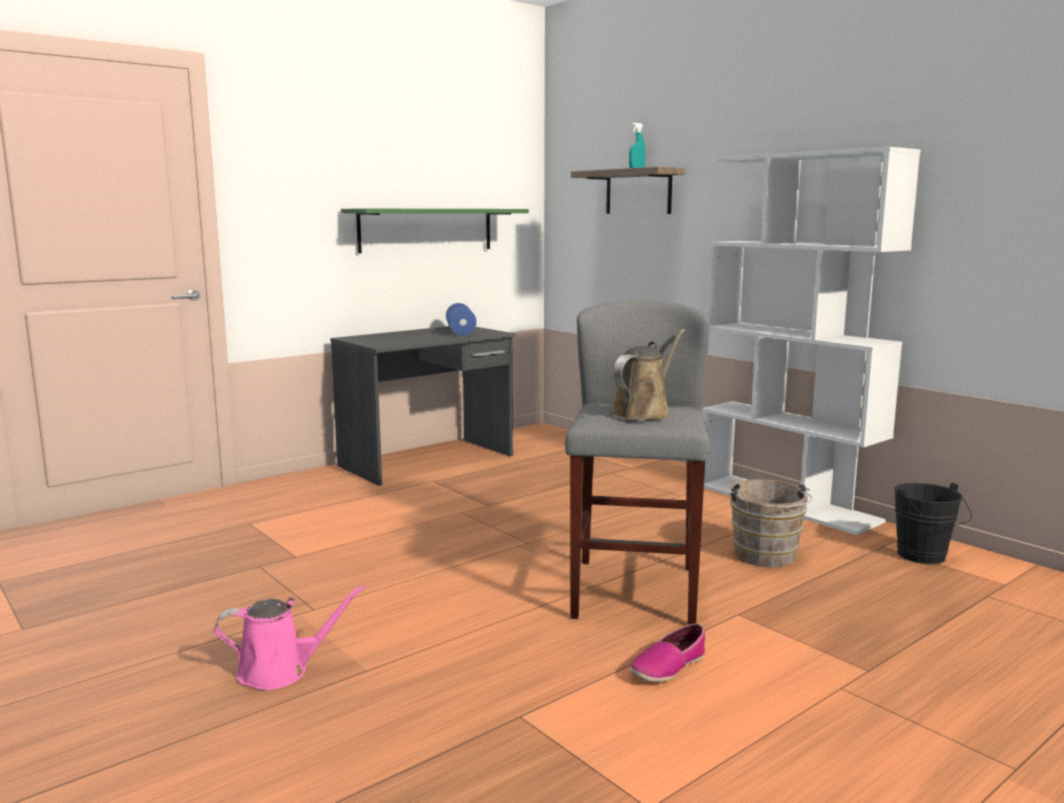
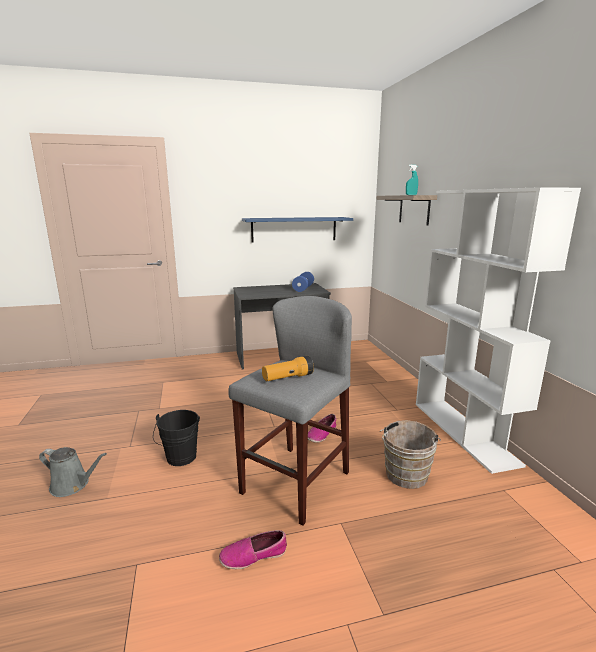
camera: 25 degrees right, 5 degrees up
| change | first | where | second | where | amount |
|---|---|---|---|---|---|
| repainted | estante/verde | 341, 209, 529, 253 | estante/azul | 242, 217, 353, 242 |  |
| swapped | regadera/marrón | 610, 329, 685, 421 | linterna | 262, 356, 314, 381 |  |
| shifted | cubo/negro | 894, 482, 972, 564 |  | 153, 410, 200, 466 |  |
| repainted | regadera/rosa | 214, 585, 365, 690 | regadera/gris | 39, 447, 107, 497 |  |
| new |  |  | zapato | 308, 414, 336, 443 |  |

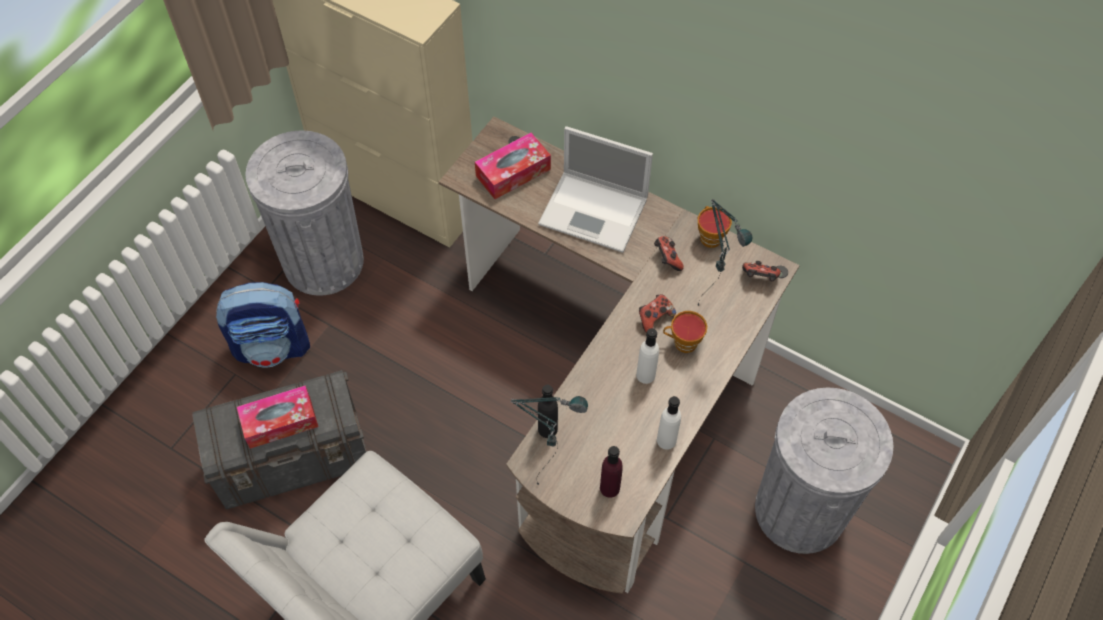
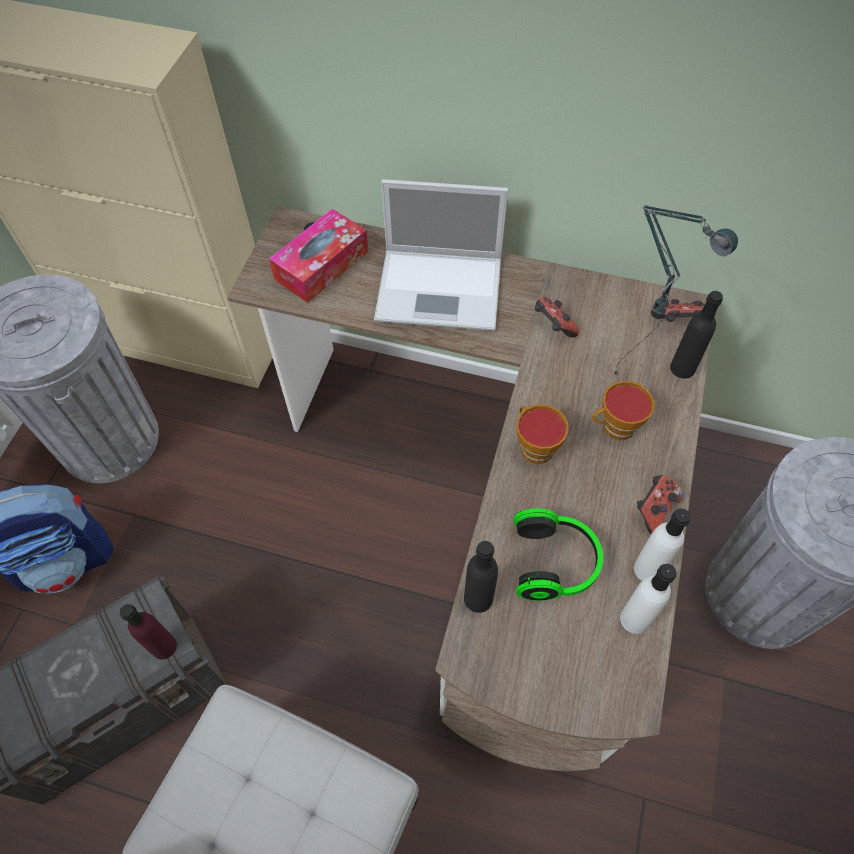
camera: 15 degrees left, 0 degrees up
| change | first | where | second | where | amount |
|---|---|---|---|---|---|
| shifted | taza | 698, 206, 732, 248 |  | 517, 404, 568, 464 |  |
| shifted | mando de consola | 639, 294, 676, 333 |  | 637, 475, 684, 534 |  |
| shifted | botella/blanco | 636, 328, 659, 384 |  | 620, 564, 677, 634 |  |
| gone | caja de pañuelos | 237, 385, 318, 449 |  |  |  |
| gone | lámpara de mesa | 511, 396, 588, 484 |  |  |  |
| shifted | botella/morado | 600, 446, 623, 498 |  | 120, 604, 177, 659 |  |
| new |  |  | botella/negro | 670, 291, 723, 379 |  |
| new |  |  | auriculares | 514, 508, 603, 601 |  |

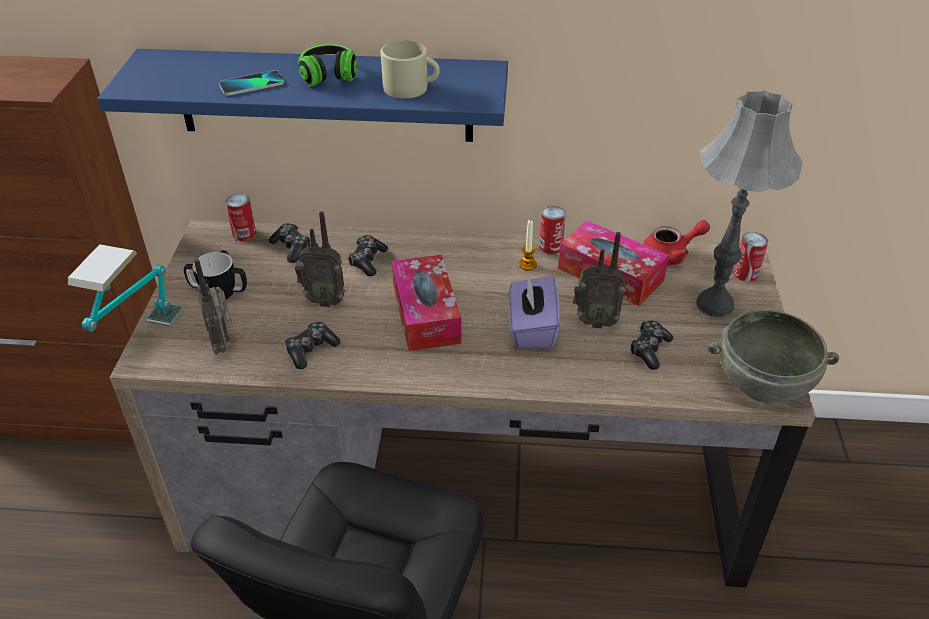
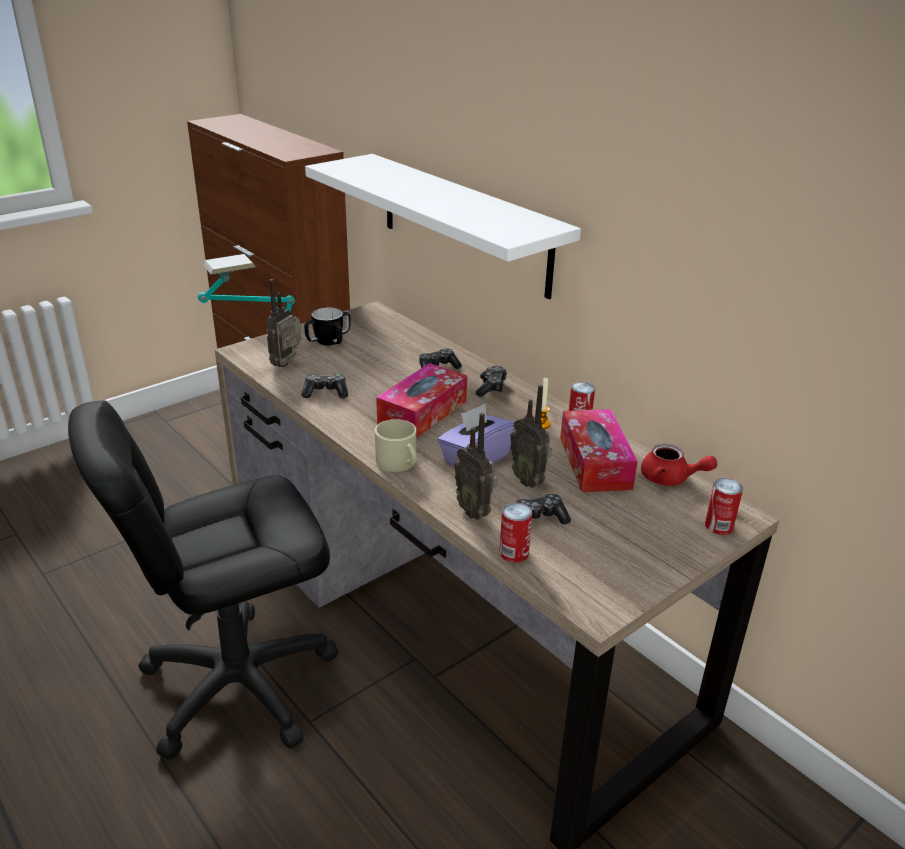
camera: 45 degrees right, 10 degrees down
| change | first | where | second | where | amount |
|---|---|---|---|---|---|
| shifted | taza grande/beis | 381, 40, 440, 99 |  | 375, 419, 417, 472 |  |
| gone | auriculares | 298, 44, 358, 87 |  |  |  |
| repainted | estante/azul | 97, 49, 508, 142 | estante/blanco | 305, 154, 581, 299 |  |
| gone | móvil | 219, 70, 284, 96 |  |  |  |
| gone | lámpara de mesa/gris | 696, 90, 803, 318 |  |  |  |
| shifted | lata | 225, 194, 256, 241 |  | 499, 503, 532, 563 |  |
| shifted | radio | 295, 211, 345, 307 |  | 455, 413, 497, 520 |  |
| shifted | mando de consola | 269, 223, 311, 263 |  | 476, 366, 507, 397 |  |
| gone | cuenco/gris | 708, 310, 839, 403 |  |  |  |

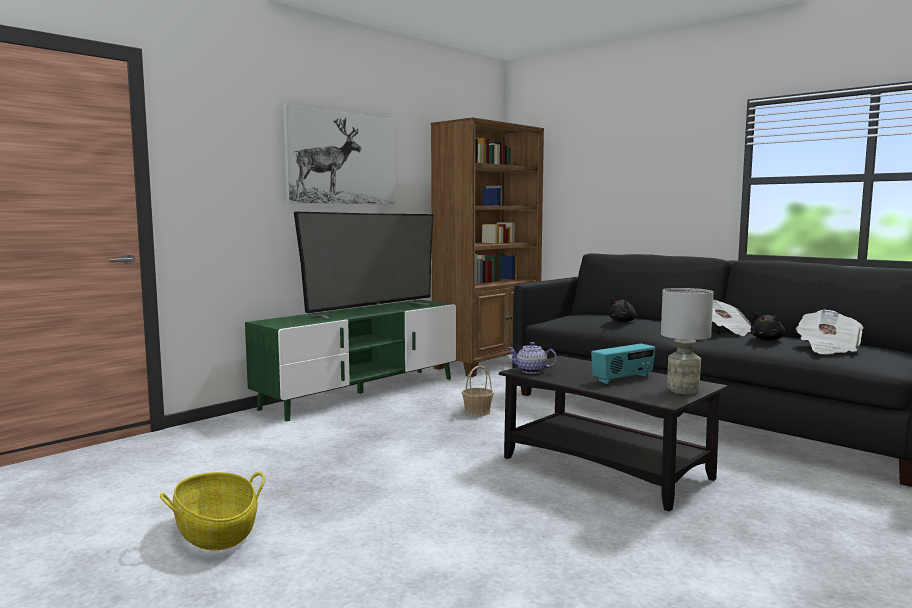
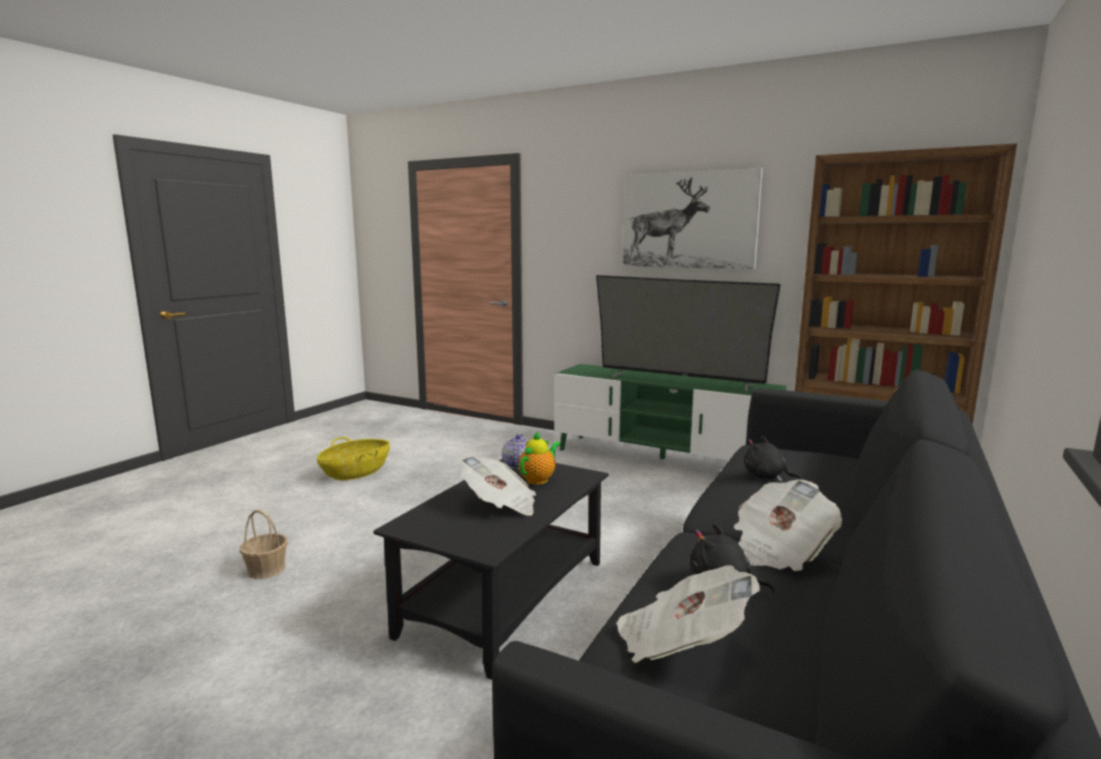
camera: 75 degrees right, 5 degrees up
| change | first | where | second | where | amount |
|---|---|---|---|---|---|
| gone | lámpara de mesa/gris | 661, 288, 713, 394 |  |  |  |
| swapped | radio | 591, 344, 655, 384 | periódico | 460, 456, 536, 516 |  |
| shifted | cesta | 462, 366, 494, 416 |  | 240, 510, 288, 579 |  |
| new |  |  | tetera | 519, 431, 561, 485 |  |

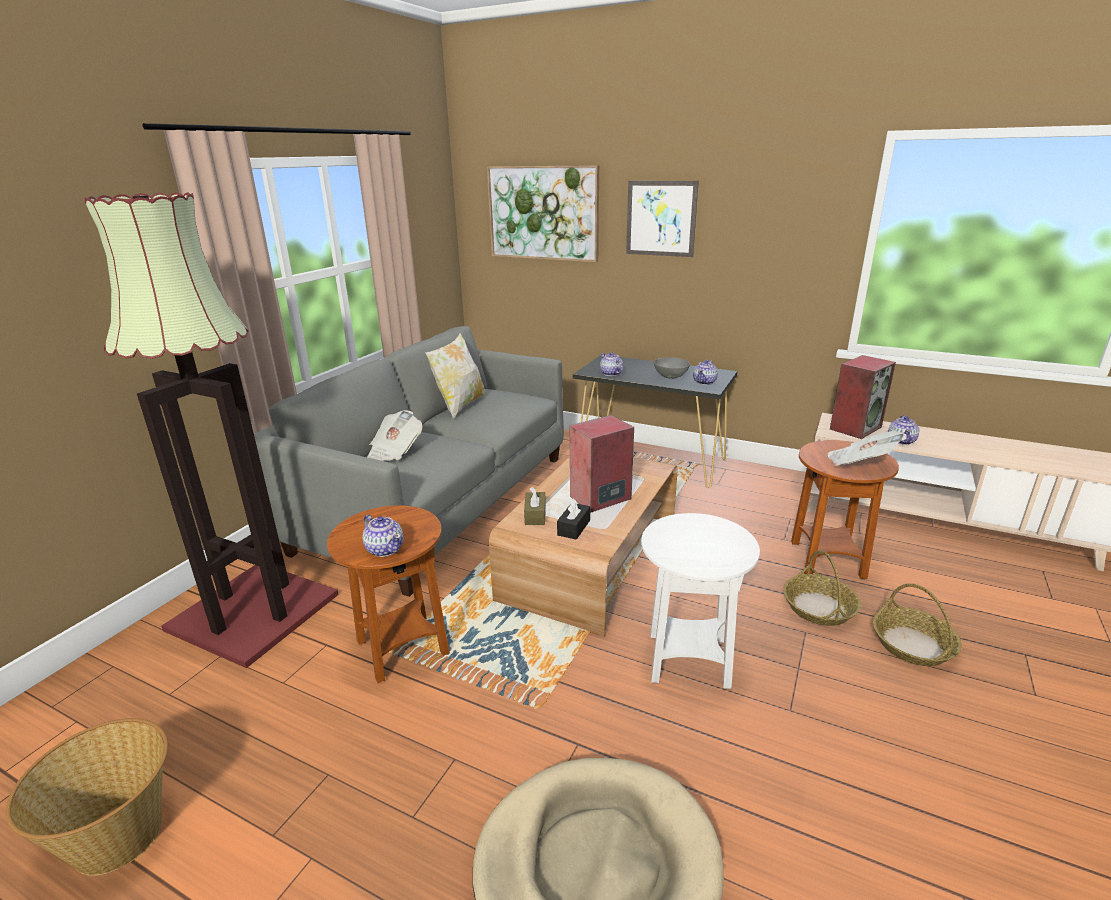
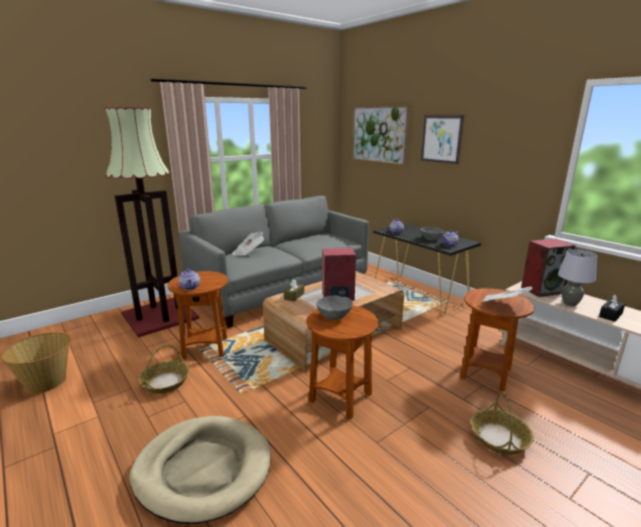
camera: 25 degrees right, 5 degrees down
| change | first | where | second | where | amount |
|---|---|---|---|---|---|
| gone | cojín | 425, 333, 486, 419 |  |  |  |
| swapped | tetera | 888, 415, 919, 445 | lámpara de mesa/gris | 558, 249, 597, 306 |  |
| shifted | caja de pañuelos/negro | 557, 498, 590, 540 |  | 599, 295, 625, 322 |  |
| repainted | mesa auxiliar/blanco | 641, 513, 760, 689 | mesa auxiliar/marrón | 307, 306, 378, 419 |  |
| shifted | cesta | 783, 550, 861, 626 |  | 138, 344, 189, 394 |  |
| new |  |  | cuenco/gris | 316, 296, 353, 320 |  |

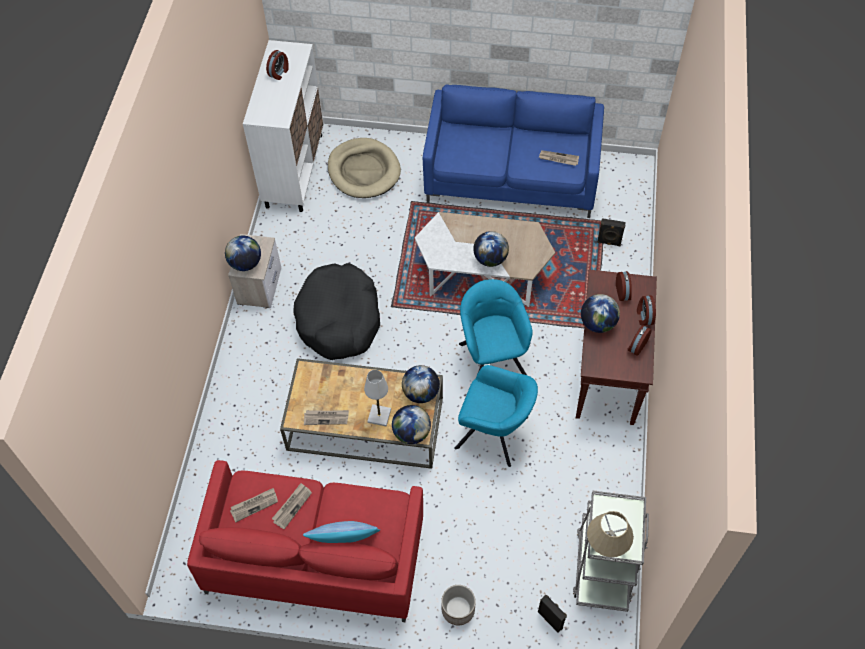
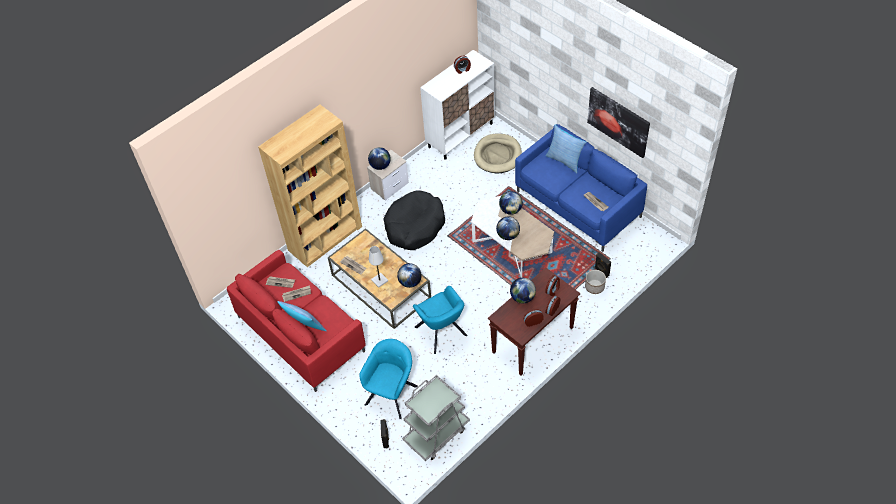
camera: 40 degrees right, 5 degrees down
| change | first | where | second | where | amount |
|---|---|---|---|---|---|
| shifted | sillón/turquesa | 459, 279, 533, 375 |  | 359, 339, 418, 419 |  |
| shifted | globo terráqueo | 392, 405, 431, 444 |  | 499, 191, 523, 215 |  |
| gone | lámpara de mesa/beis | 587, 511, 634, 557 |  |  |  |
| shifted | maceta | 441, 585, 476, 625 |  | 585, 270, 606, 294 |  |
| new |  |  | cuadro | 587, 87, 650, 158 |  |
| new |  |  | estantería/marrón | 258, 105, 362, 267 |  |
| new |  |  | cojín | 545, 125, 586, 173 |  |

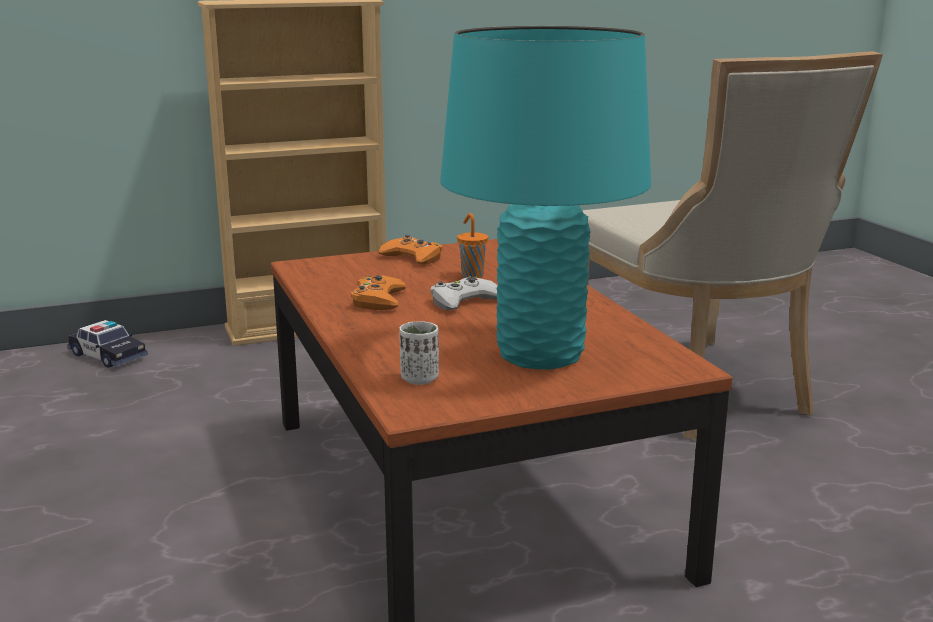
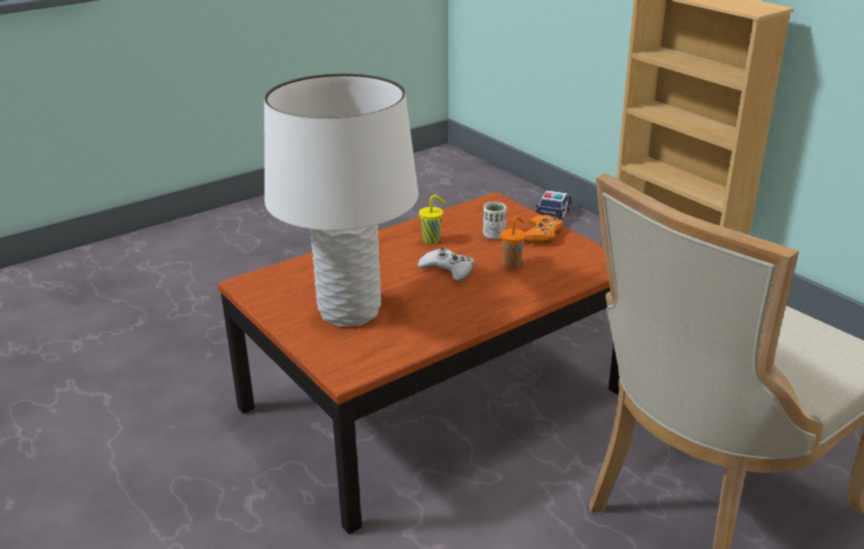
camera: 75 degrees right, 10 degrees up
| change | first | where | second | where | amount |
|---|---|---|---|---|---|
| repainted | lámpara de mesa/turquesa | 440, 26, 651, 369 | lámpara de mesa/blanco | 264, 73, 419, 327 |  |
| swapped | mando de consola/naranja | 350, 275, 406, 310 | taza/amarillo | 419, 195, 446, 244 |  |
| shifted | taza/blanco | 399, 321, 439, 385 |  | 483, 202, 506, 240 |  |

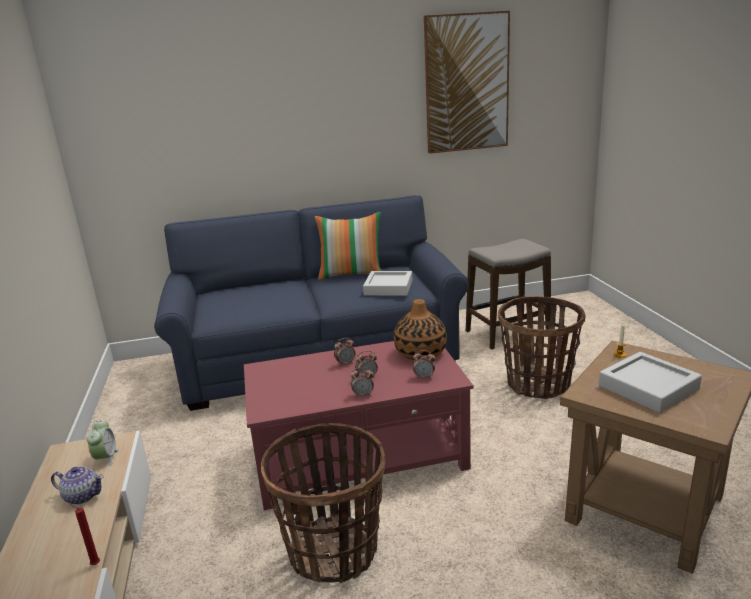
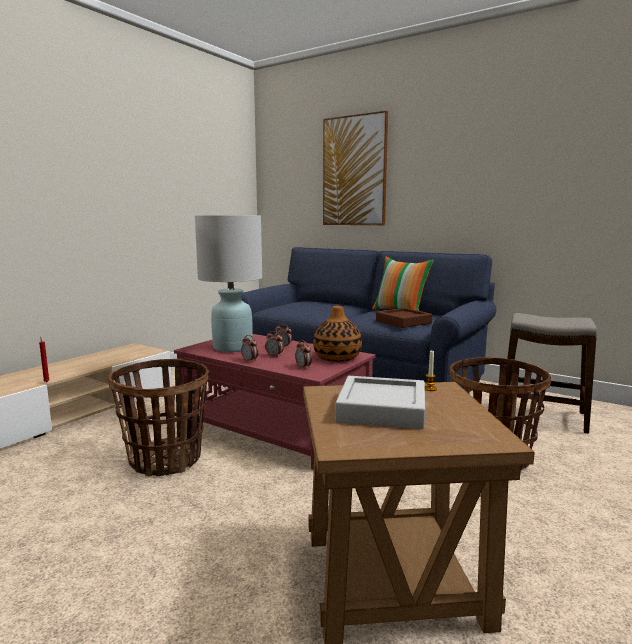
camera: 45 degrees right, 10 degrees down
| change | first | where | second | where | amount |
|---|---|---|---|---|---|
| shifted | cuadro | 424, 11, 510, 154 |  | 323, 111, 388, 225 |  |
| repainted | bandeja/gris | 363, 271, 412, 296 | bandeja/marrón | 376, 308, 432, 328 |  |
| gone | despertador | 87, 420, 119, 467 |  |  |  |
| gone | tetera | 51, 466, 104, 505 |  |  |  |
| new |  |  | lámpara de mesa/blanco | 195, 215, 262, 352 |  |

